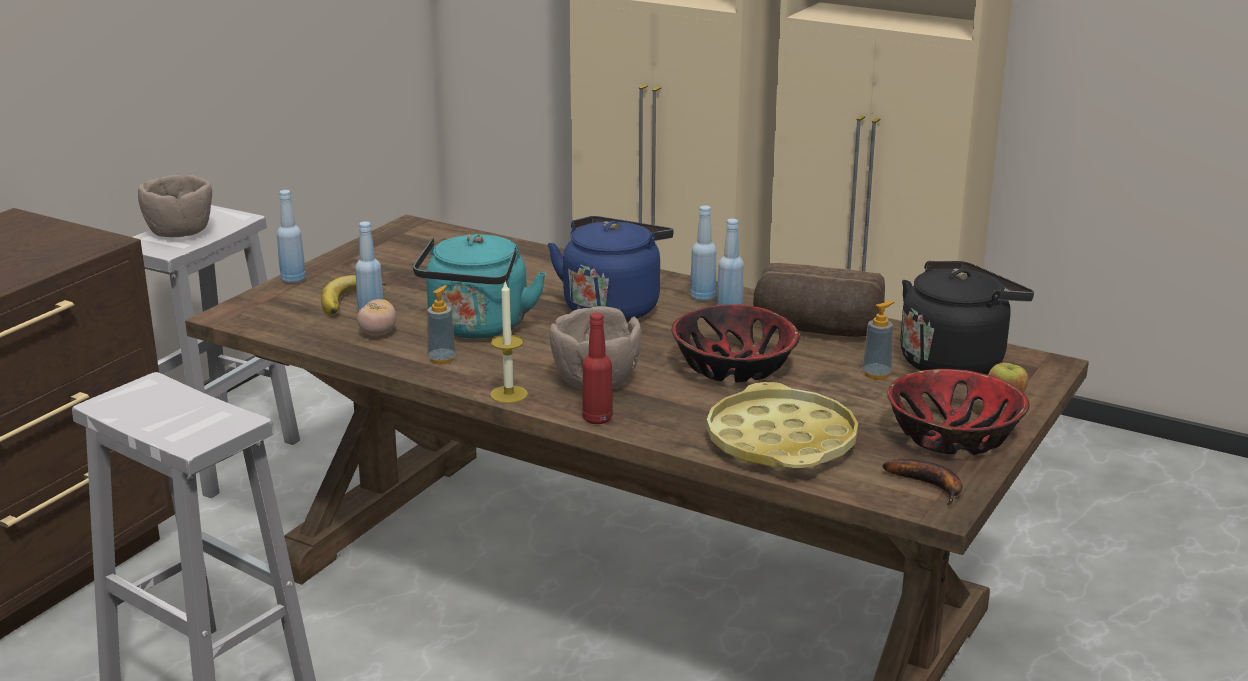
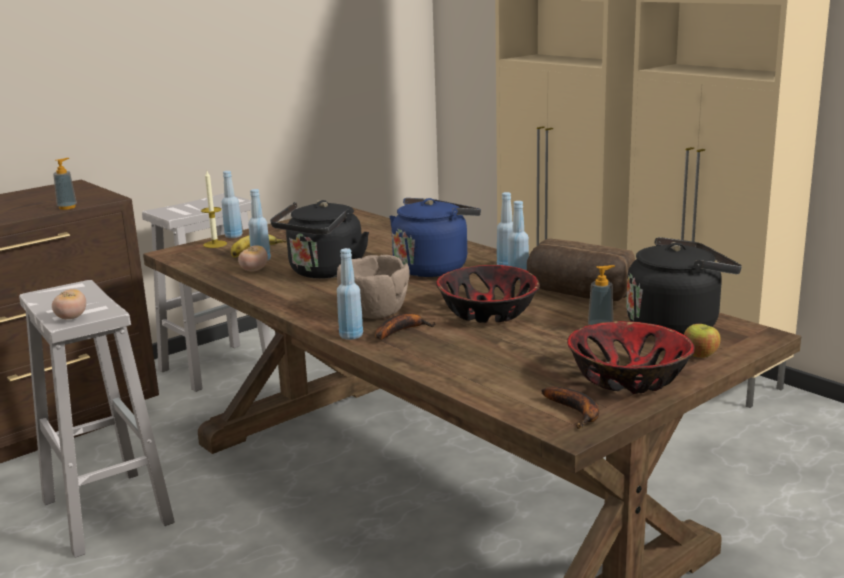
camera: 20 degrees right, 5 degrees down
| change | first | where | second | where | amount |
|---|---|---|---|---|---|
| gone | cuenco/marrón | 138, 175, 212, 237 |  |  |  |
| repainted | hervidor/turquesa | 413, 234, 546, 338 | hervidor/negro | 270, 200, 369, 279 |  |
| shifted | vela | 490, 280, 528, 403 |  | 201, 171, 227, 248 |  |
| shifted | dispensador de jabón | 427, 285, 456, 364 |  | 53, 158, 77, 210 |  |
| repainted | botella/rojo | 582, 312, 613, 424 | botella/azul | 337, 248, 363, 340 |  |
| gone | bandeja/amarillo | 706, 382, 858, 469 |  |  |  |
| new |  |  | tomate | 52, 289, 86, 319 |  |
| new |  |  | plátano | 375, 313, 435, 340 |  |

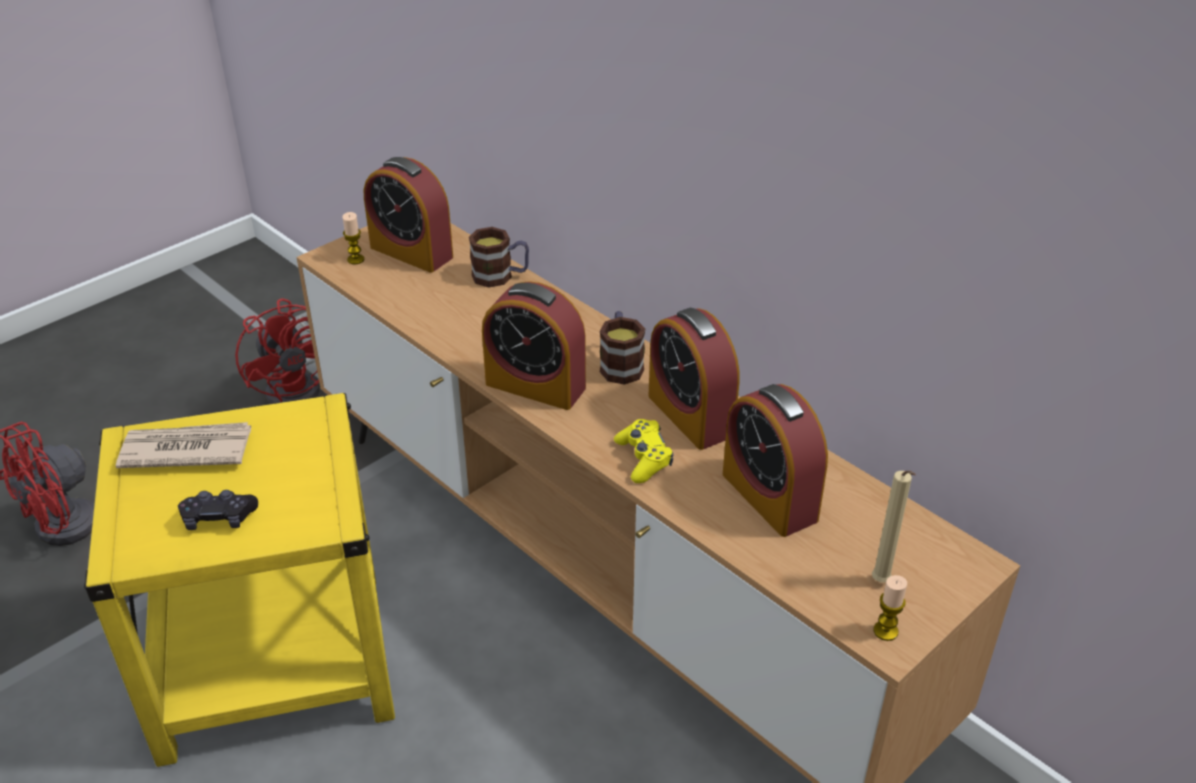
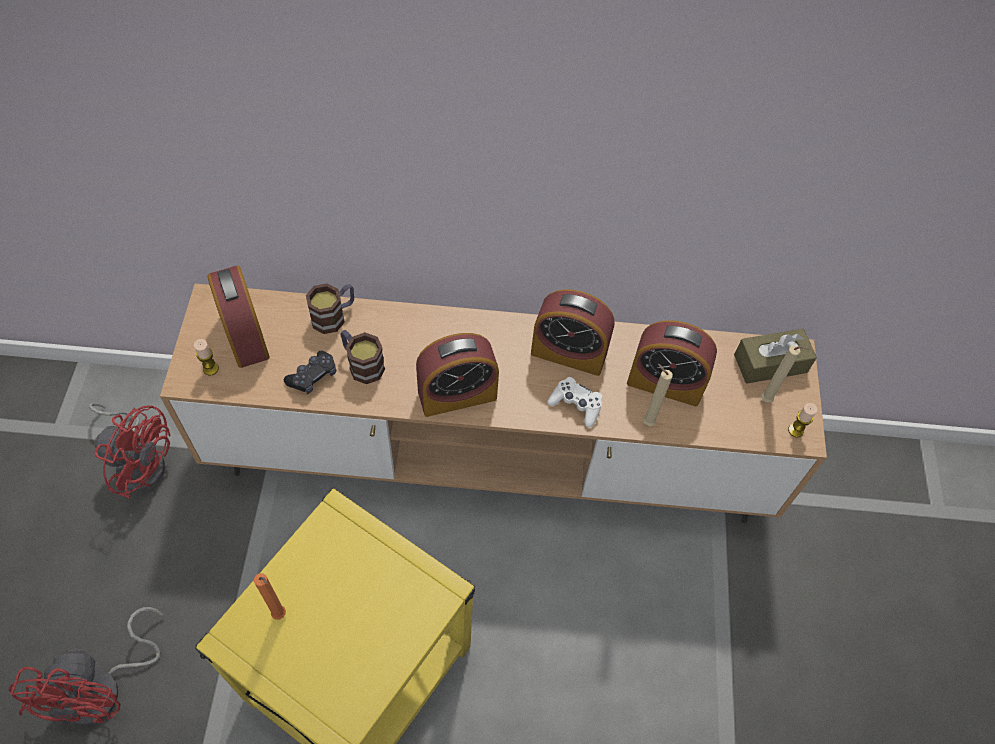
camera: 45 degrees left, 20 degrees up
| change | first | where | second | where | amount |
|---|---|---|---|---|---|
| rotated | despertador | 364, 157, 453, 272 |  | 207, 266, 270, 368 | 105 degrees counterclockwise |
| shifted | taza grande | 600, 311, 645, 385 |  | 341, 330, 385, 384 |  |
| repainted | mando de consola/amarillo | 614, 419, 673, 483 | mando de consola/blanco | 547, 377, 602, 428 |  |
| swapped | periódico | 116, 422, 251, 468 | vela/naranja | 254, 573, 286, 620 |  |
| shifted | mando de consola/negro | 178, 490, 258, 530 |  | 284, 350, 336, 394 |  |
| new |  |  | caja de pañuelos/marrón | 734, 329, 817, 384 |  |
| new |  |  | vela/beis | 643, 364, 673, 426 |  |

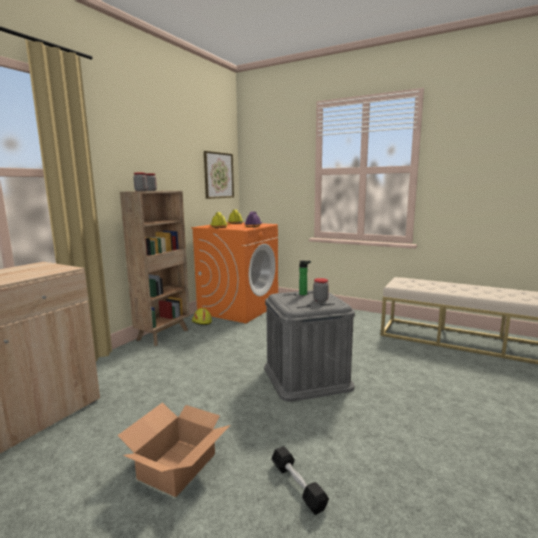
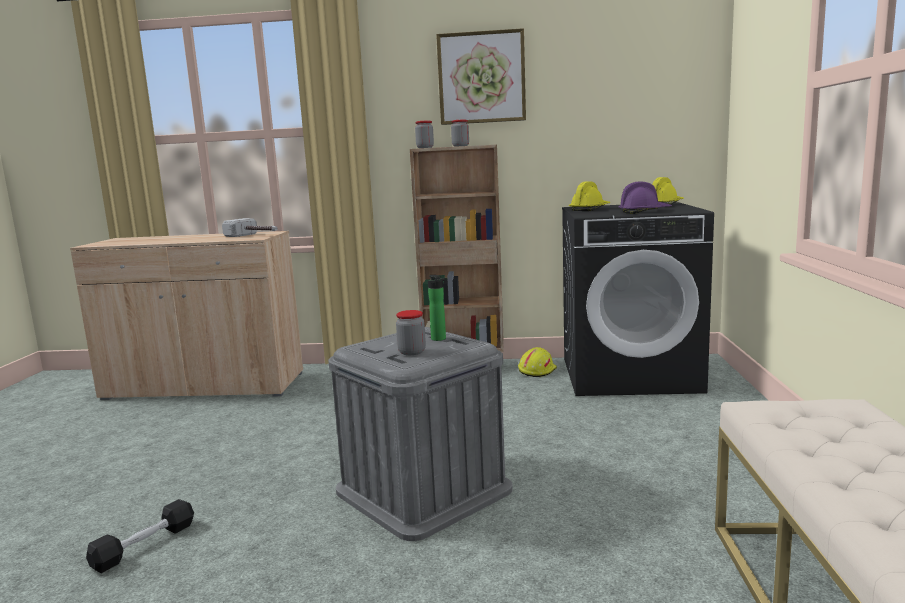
camera: 65 degrees right, 0 degrees up
| change | first | where | second | where | amount |
|---|---|---|---|---|---|
| shifted | cuadro | 204, 151, 234, 199 |  | 436, 28, 526, 125 |  |
| repainted | lavadora/naranja | 191, 222, 278, 323 | lavadora/negro | 562, 202, 714, 396 |  |
| gone | caja de cartón | 117, 402, 230, 497 |  |  |  |
| new |  |  | martillo | 222, 218, 277, 237 |  |

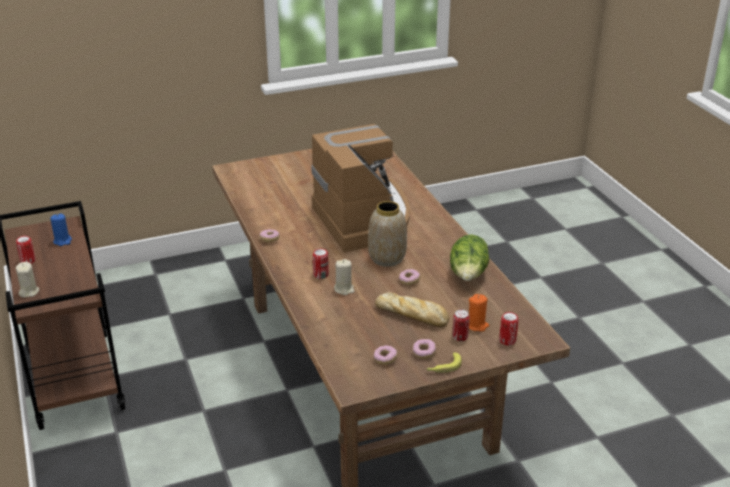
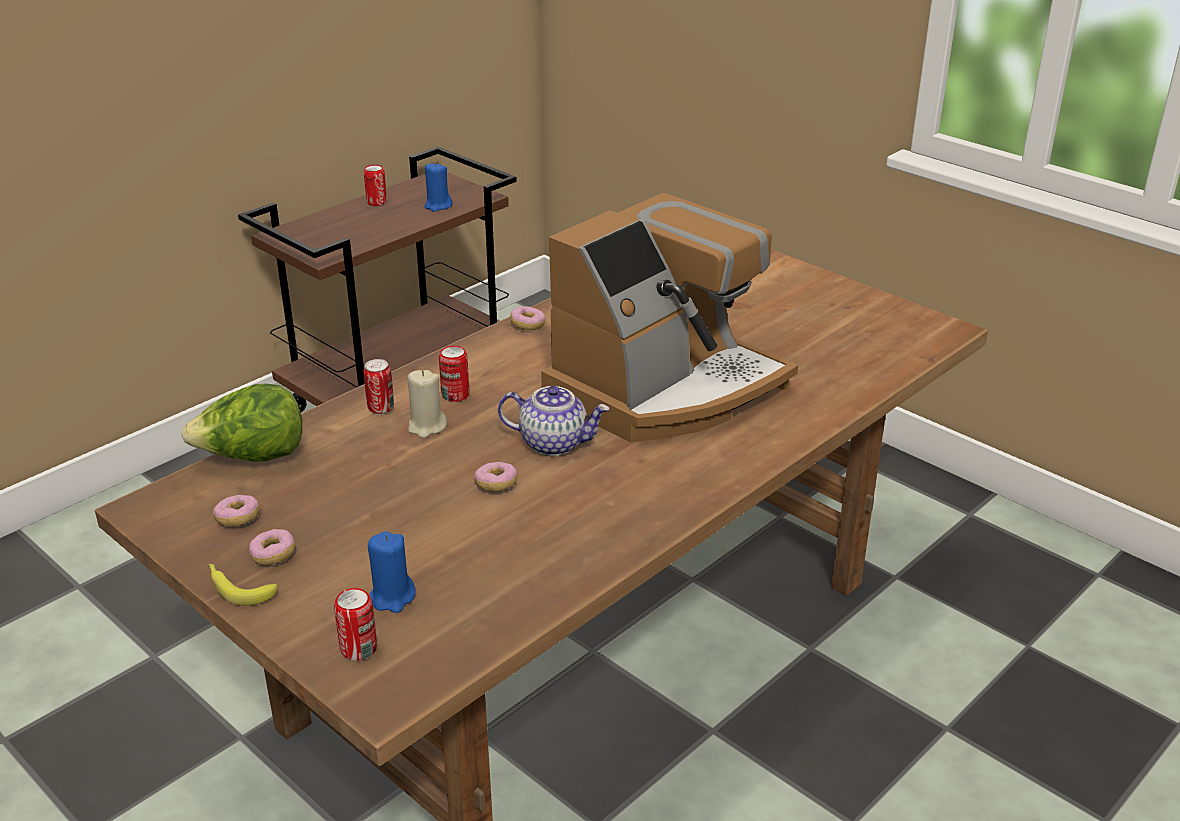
camera: 65 degrees right, 0 degrees up
| change | first | where | second | where | amount |
|---|---|---|---|---|---|
| swapped | florero | 368, 201, 407, 267 | tetera | 498, 386, 610, 456 |  |
| shifted | lechuga | 450, 234, 489, 281 |  | 181, 383, 302, 462 |  |
| gone | vela/beis | 16, 262, 39, 298 |  |  |  |
| gone | pan | 375, 292, 449, 327 |  |  |  |
| repainted | vela/naranja | 469, 294, 489, 331 | vela/azul | 368, 531, 415, 613 |  |
| shifted | lata | 453, 309, 470, 341 |  | 364, 359, 394, 414 |  |

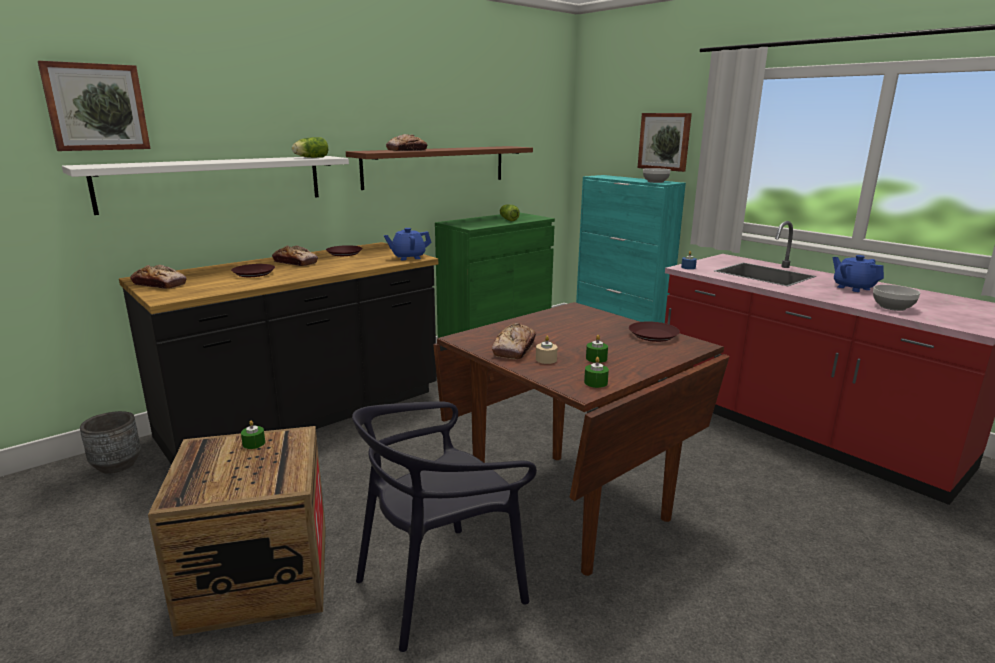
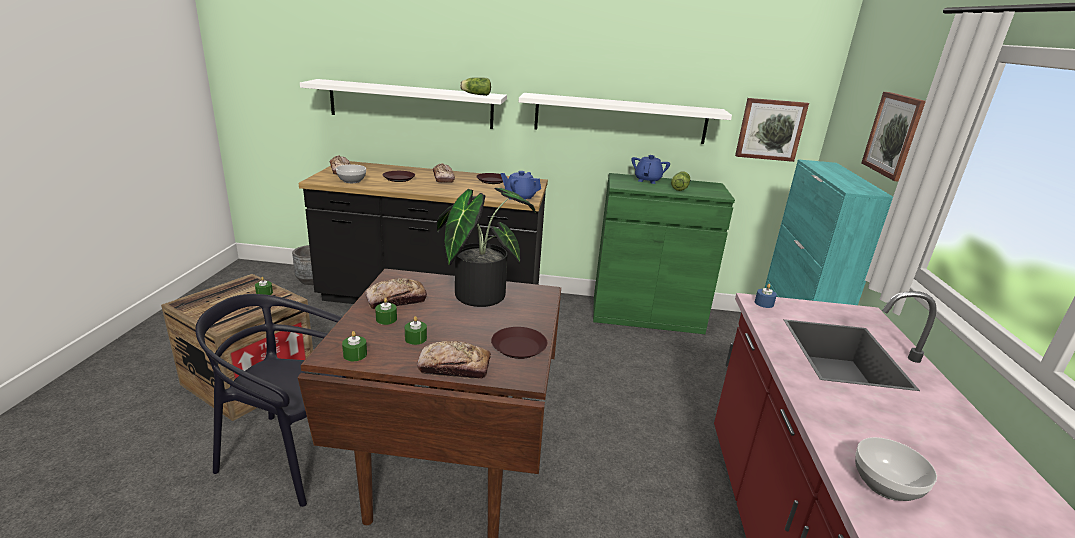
camera: 45 degrees right, 5 degrees up
| change | first | where | second | where | amount |
|---|---|---|---|---|---|
| shifted | cuadro | 38, 61, 150, 151 |  | 735, 98, 809, 162 |  |
| shifted | pan | 386, 134, 427, 151 |  | 417, 341, 491, 379 |  |
| repainted | estante/marrón | 346, 146, 533, 190 | estante/blanco | 519, 93, 732, 144 |  |
| shifted | cuenco | 643, 168, 671, 183 |  | 336, 165, 366, 183 |  |
| shifted | tetera/azul | 833, 255, 884, 292 |  | 631, 155, 670, 184 |  |
| repainted | vela/beis | 536, 336, 558, 364 | vela/verde | 375, 298, 397, 325 |  |
| new |  |  | planta en maceta | 437, 188, 536, 307 |  |

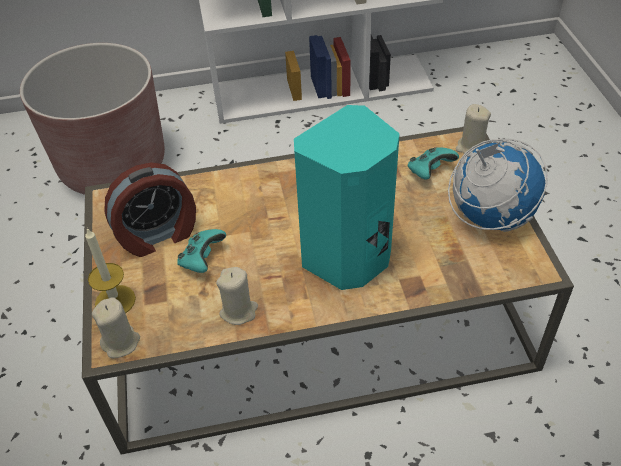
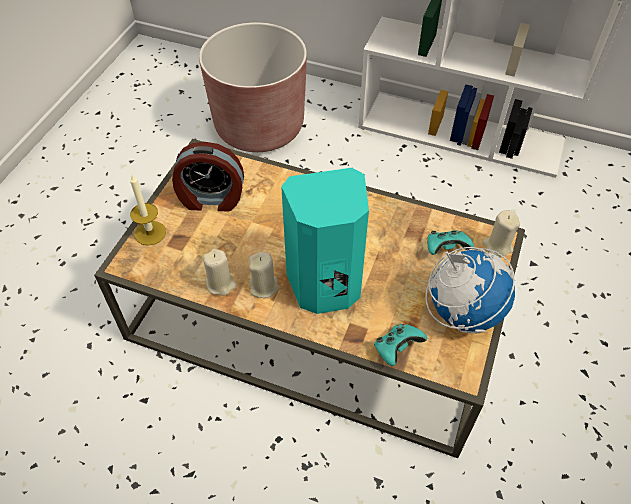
camera: 30 degrees right, 5 degrees up
| change | first | where | second | where | amount |
|---|---|---|---|---|---|
| shifted | mando de consola/turquesa | 177, 229, 226, 273 |  | 374, 324, 427, 366 |  |
| shifted | vela/beis | 92, 297, 140, 358 |  | 249, 252, 279, 298 |  |

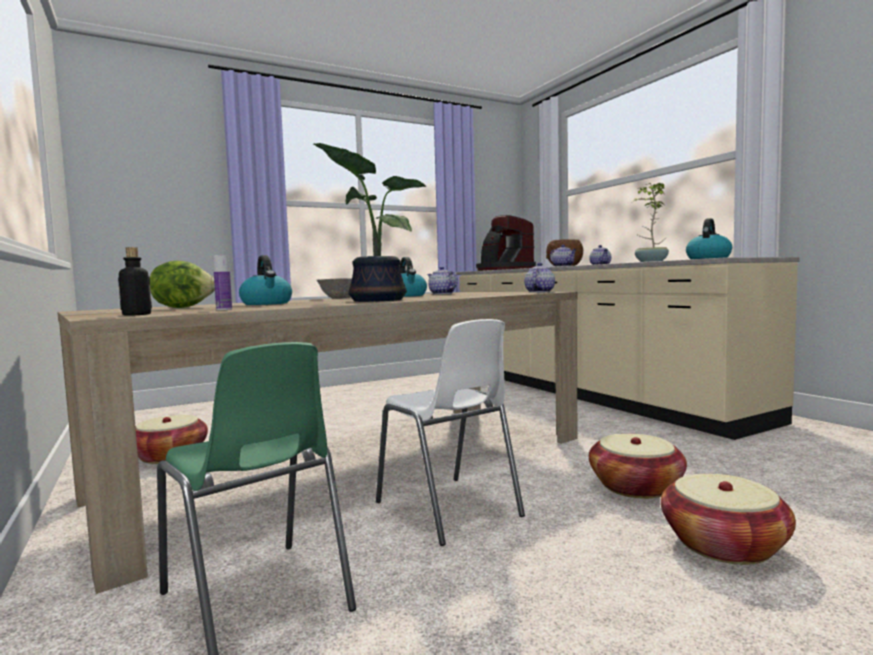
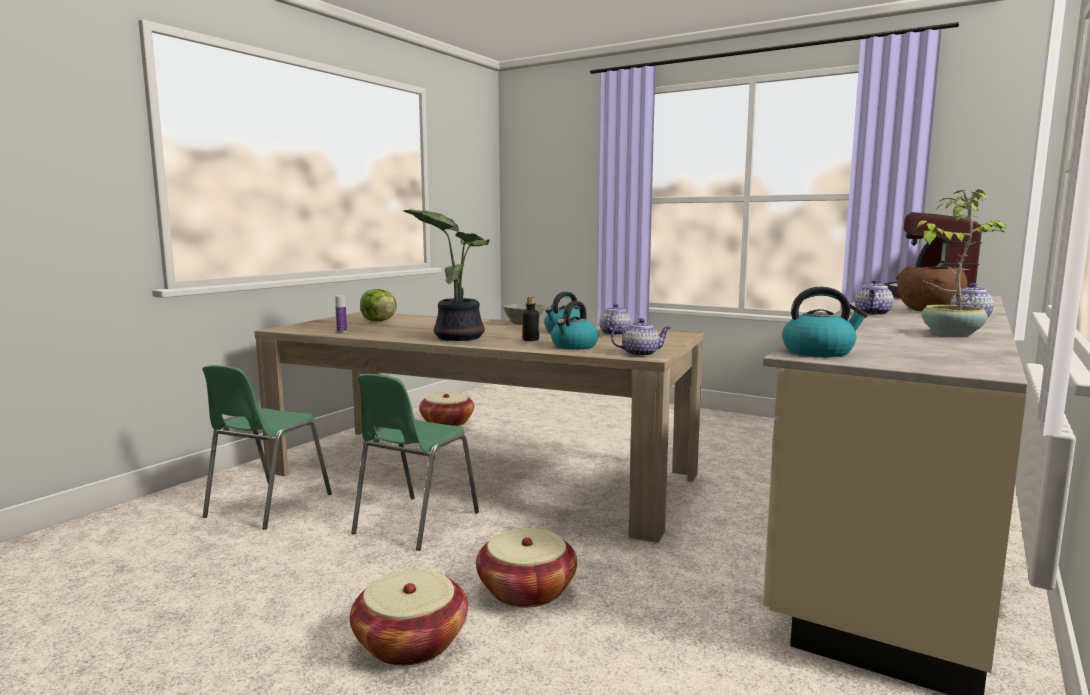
camera: 60 degrees right, 5 degrees up
| change | first | where | second | where | amount |
|---|---|---|---|---|---|
| shifted | botella | 118, 247, 152, 316 |  | 522, 297, 539, 341 |  |
| shifted | hervidor | 239, 255, 292, 305 |  | 551, 301, 599, 350 |  |
| repainted | silla/blanco | 376, 319, 525, 546 | silla/verde | 351, 374, 479, 551 |  |

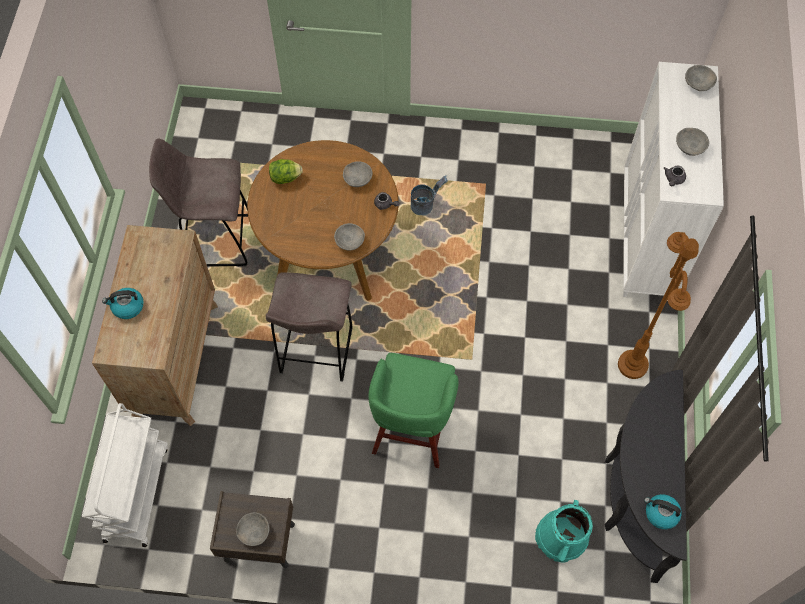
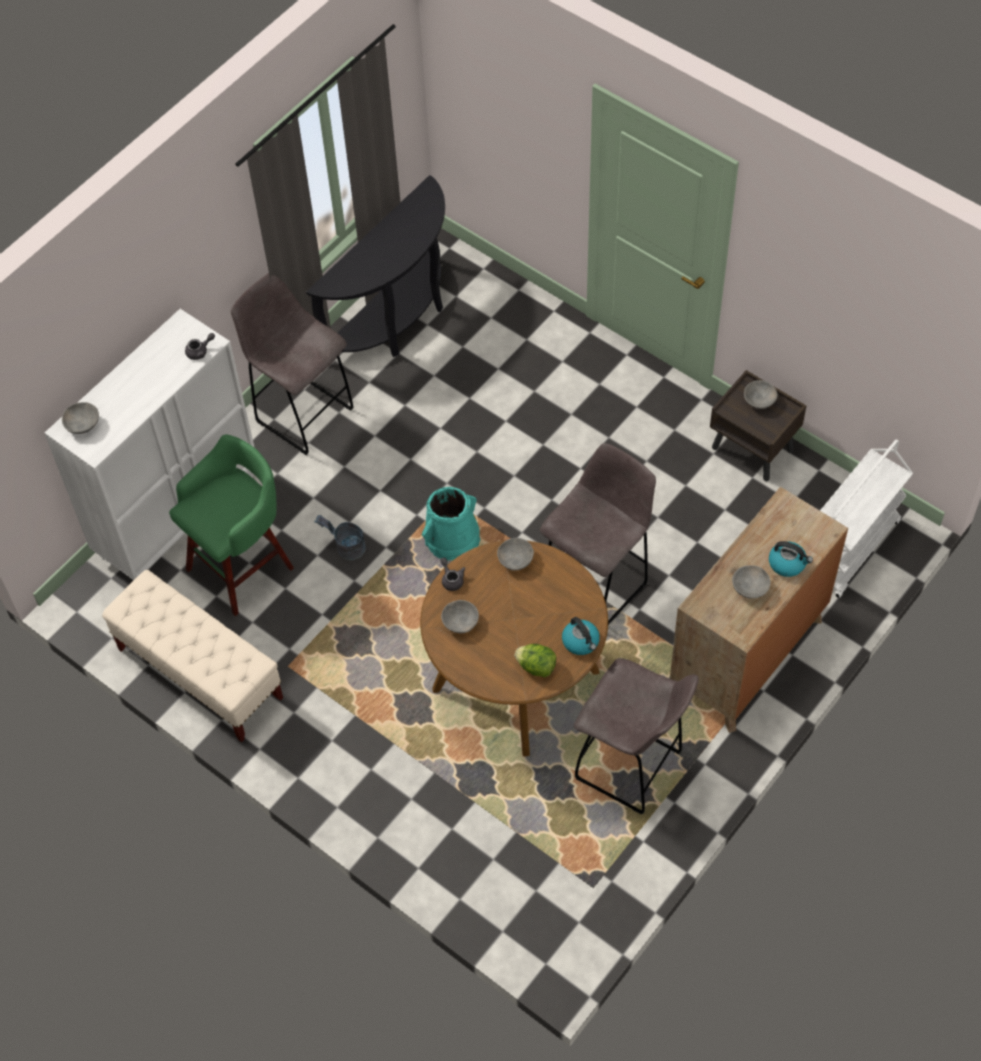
camera: 145 degrees left, 5 degrees down
| change | first | where | second | where | amount |
|---|---|---|---|---|---|
| shifted | cuenco/gris | 676, 128, 709, 156 |  | 732, 565, 771, 599 |  |
| shifted | cubo/gris | 411, 175, 448, 215 |  | 314, 515, 366, 560 |  |
| swapped | lámpara de pie/marrón | 618, 232, 699, 379 | taburete/gris | 231, 273, 354, 455 |  |
| shifted | taburete/verde | 369, 353, 459, 468 |  | 169, 435, 294, 616 |  |
| shifted | hervidor | 644, 494, 682, 529 |  | 562, 617, 600, 655 |  |
| shifted | cubo/turquesa | 535, 500, 593, 563 |  | 422, 487, 480, 561 |  |
| new |  |  | banco/beis | 102, 570, 283, 742 |  |

